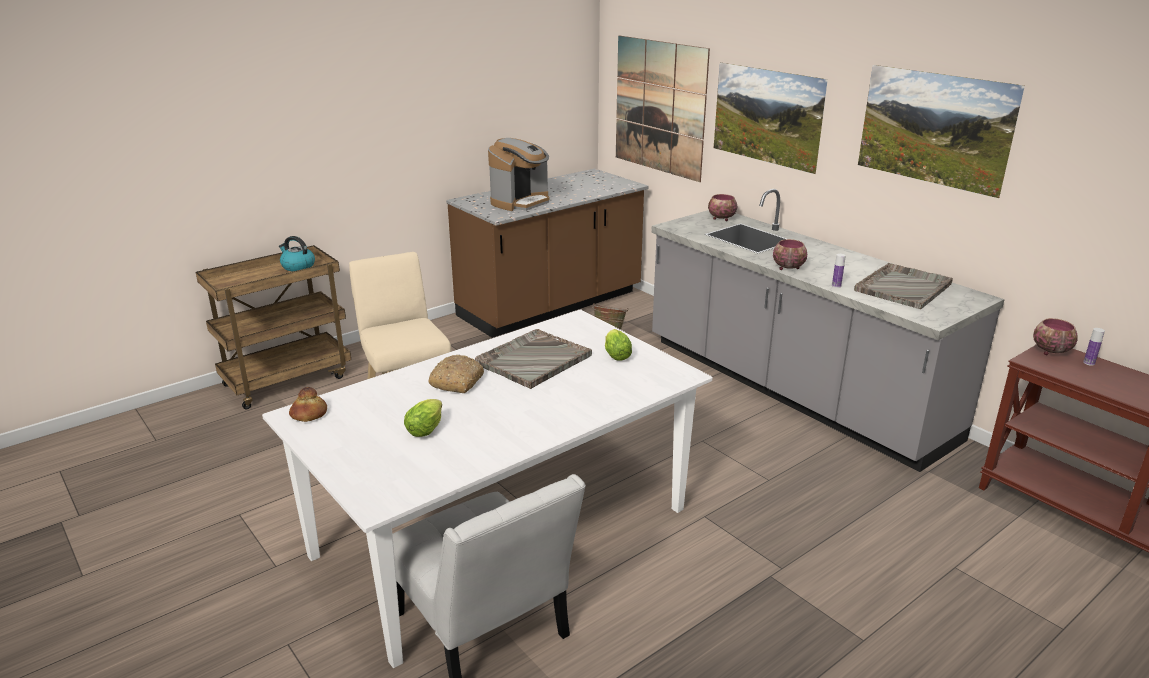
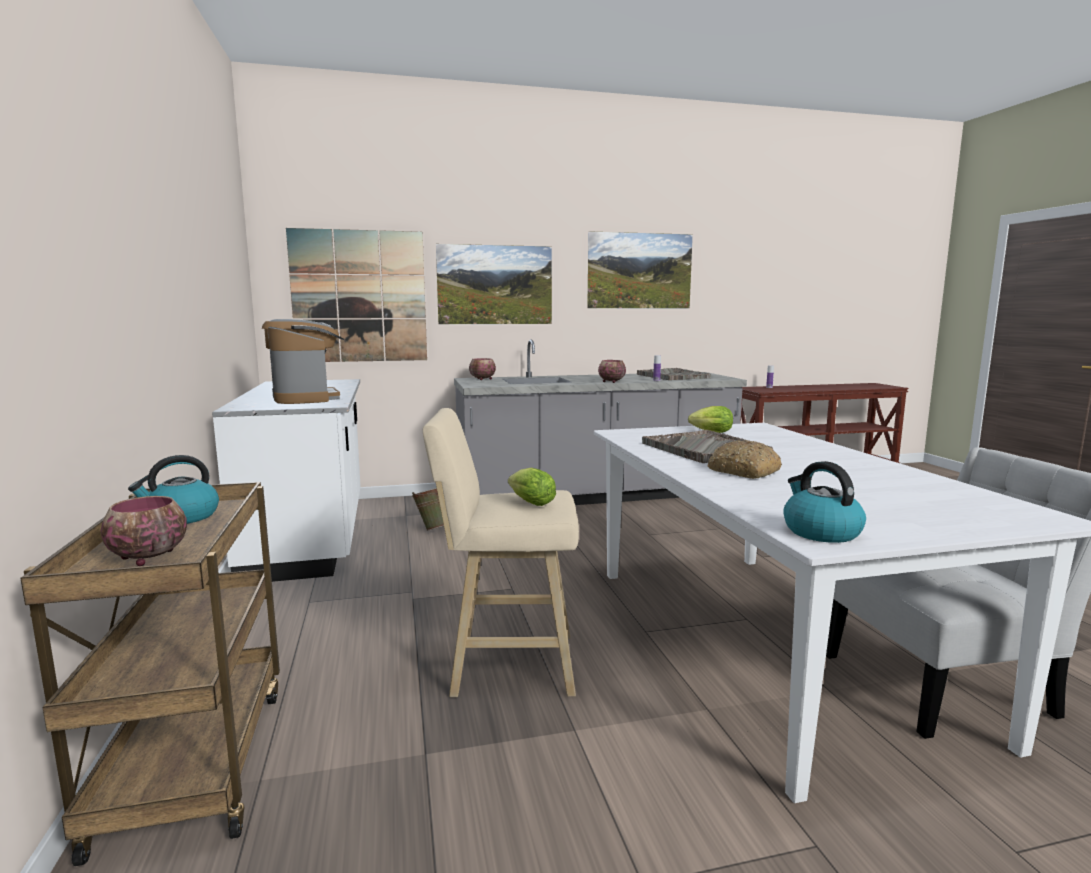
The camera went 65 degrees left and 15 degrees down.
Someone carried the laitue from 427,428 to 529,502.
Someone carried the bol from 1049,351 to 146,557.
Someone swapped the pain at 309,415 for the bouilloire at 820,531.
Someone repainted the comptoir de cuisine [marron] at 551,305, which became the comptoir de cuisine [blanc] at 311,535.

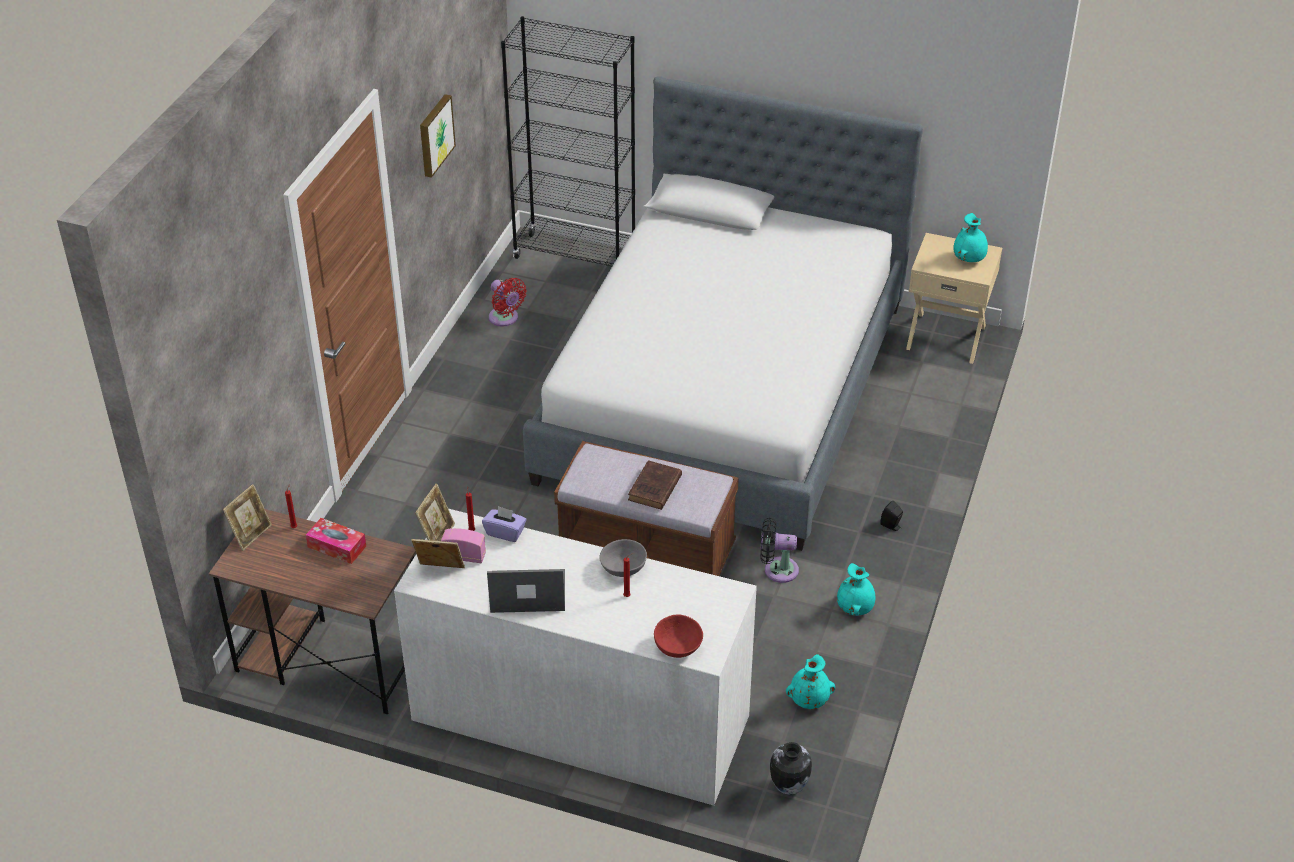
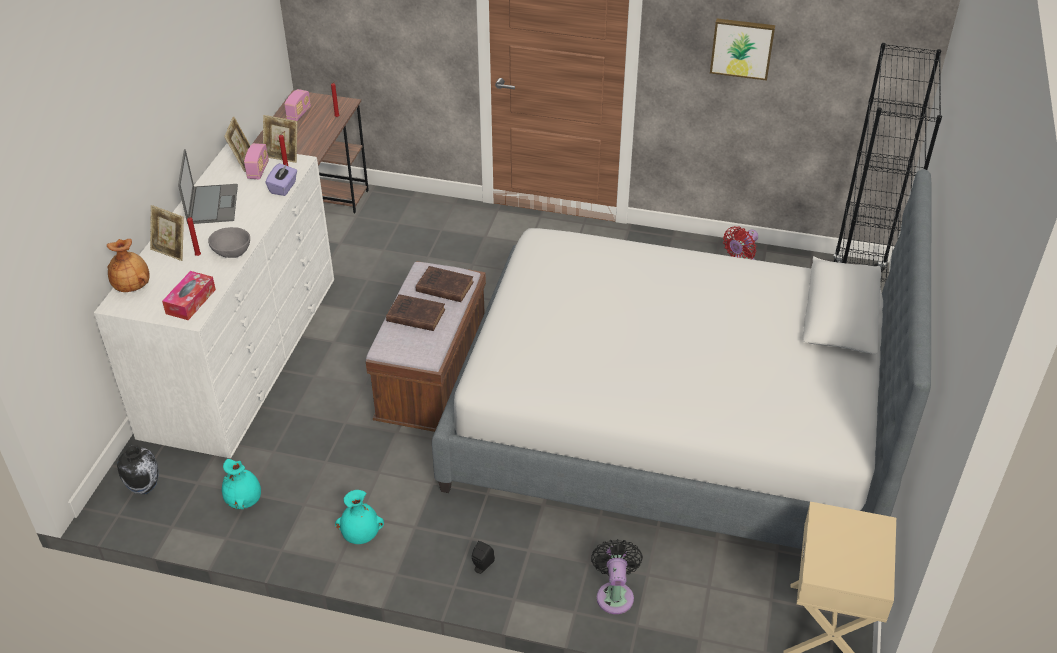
The camera went 85 degrees right and 0 degrees up.
Someone took away the vase [turquoise] at 969,259.
Someone put down the radio at 299,114.
Someone put down the livre [marron] at 443,287.
Someone carried the cadre photo from 251,534 to 171,251.
Someone carried the boîte à mouchoirs from 337,546 to 191,301.
Someone carried the ventilateur [noir] from 777,569 to 615,594.
Someone swapped the bol [rouge] at 677,646 for the vase [marron] at 133,286.

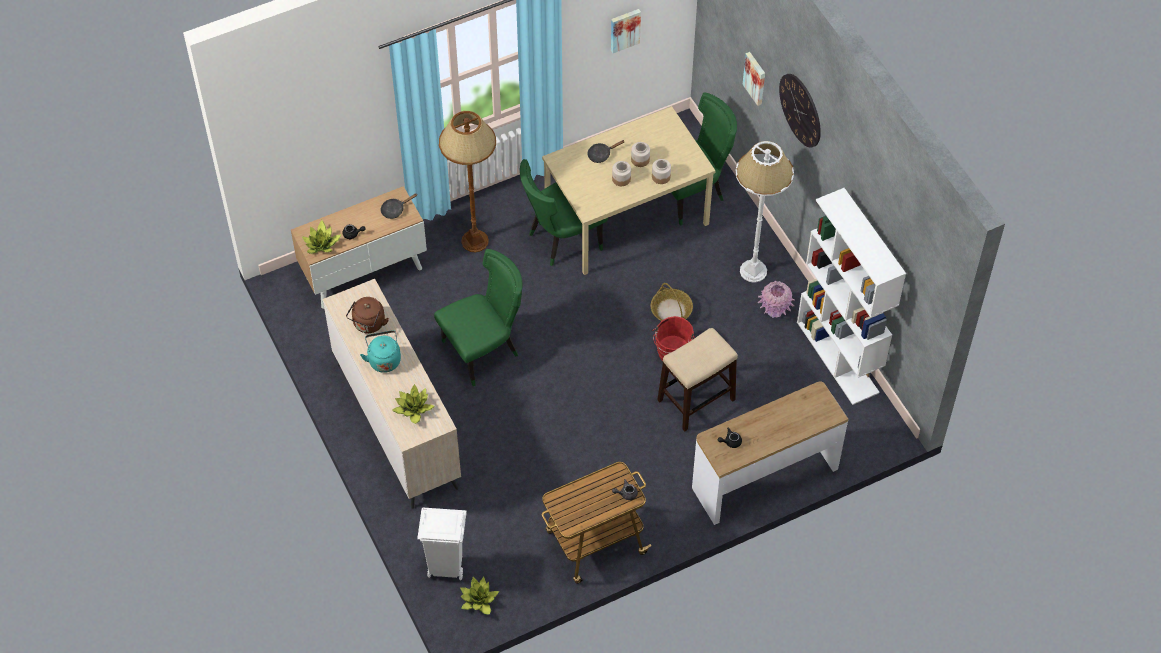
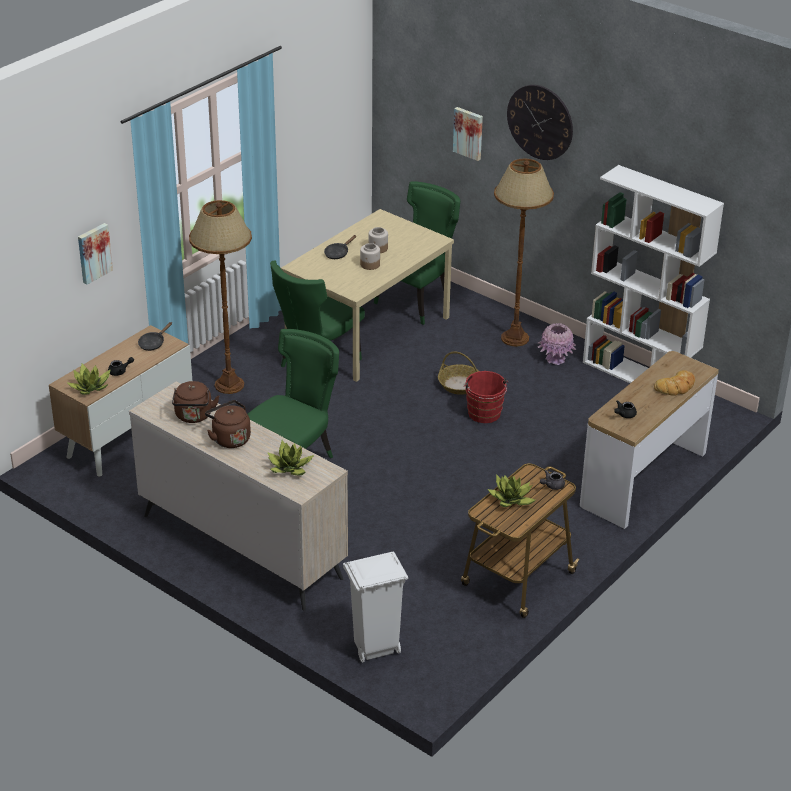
The camera went 25 degrees left and 20 degrees down.
Someone took away the bocal at 661,176.
Someone took away the tabouret at 695,400.
Someone put down the pain at 676,387.
Someone carried the plante en pot from 479,600 to 511,499.
Someone carried the tableau from 624,29 to 93,253.
Someone repainted the bouilloire [turquoise] at 384,359, which became the bouilloire [marron] at 229,438.
Someone repainted the lampadaire [blanc] at 753,271, which became the lampadaire [marron] at 514,338.

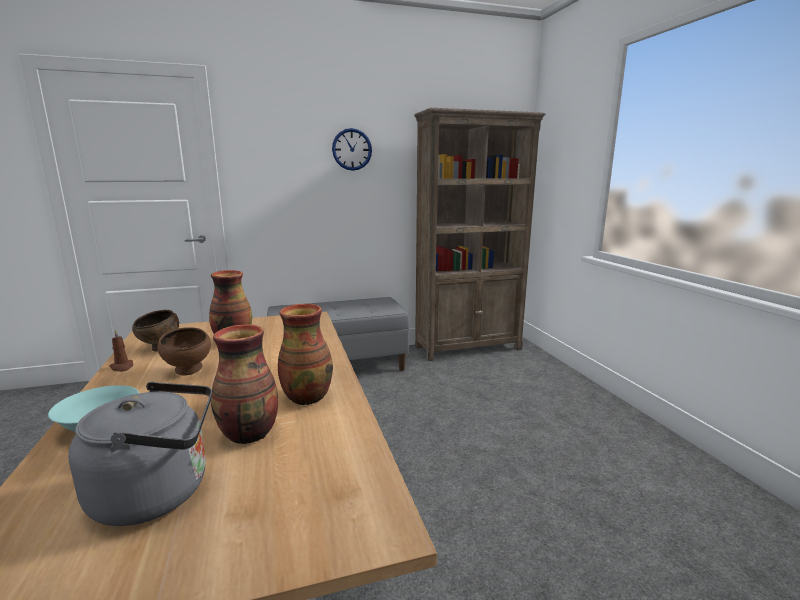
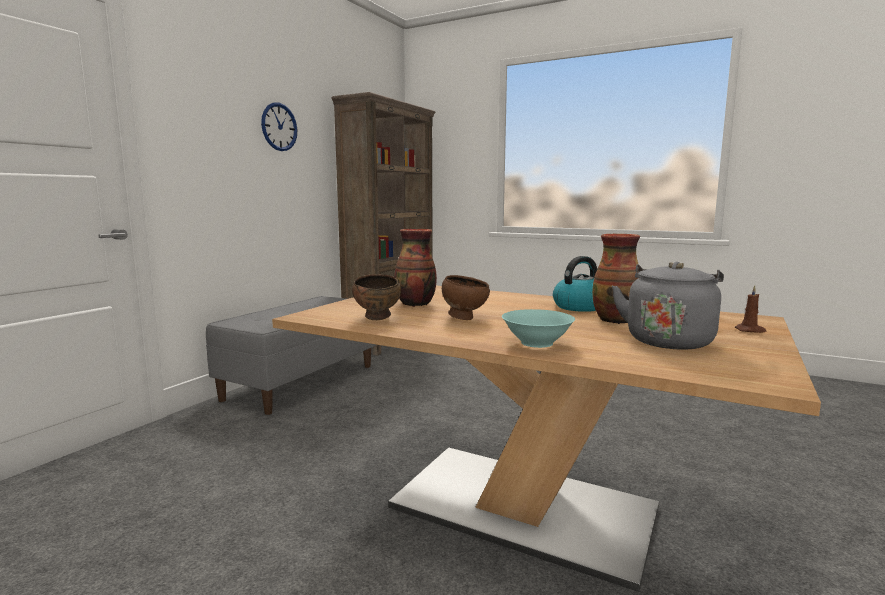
The camera went 45 degrees left and 5 degrees down.
Someone carried the bougie [marron] from 122,367 to 750,330.
Someone swapped the vase at 307,397 for the bouilloire at 580,307.

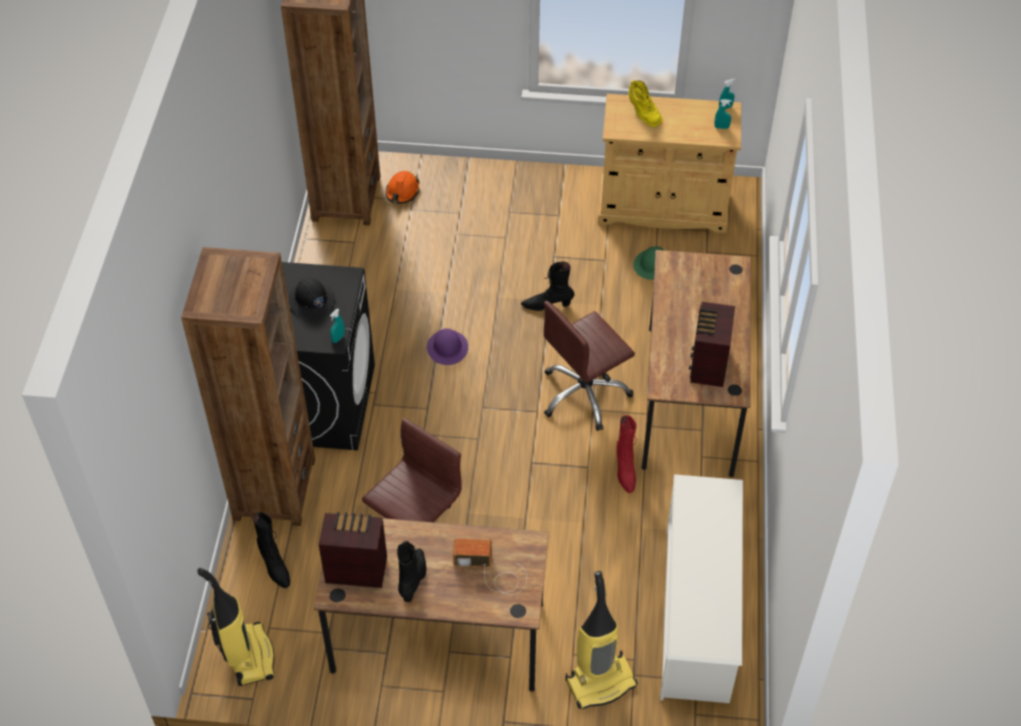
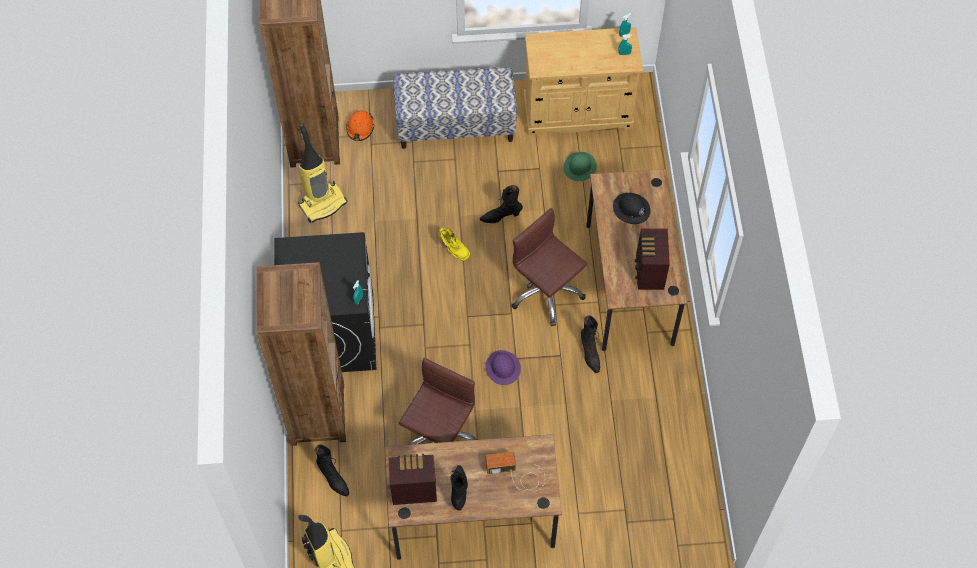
The camera went 10 degrees left and 10 degrees up.
Someone took away the étagère à chaussures [blanc] at 697,614.
Someone put down the banc at 456,125.
Someone carried the casque de chantier [noir] from 311,300 to 631,209.
Someone carried the casque de chantier [violet] from 447,348 to 503,368.
Someone carried the aspirateur from 600,681 to 322,203.
Someone carried the botte [jaune] from 642,115 to 453,249.
Someone repainted the botte [rouge] at 625,471, which became the botte [noir] at 590,354.
Someone rotated the chaise de bureau [marron] at 584,395 by 90 degrees clockwise.

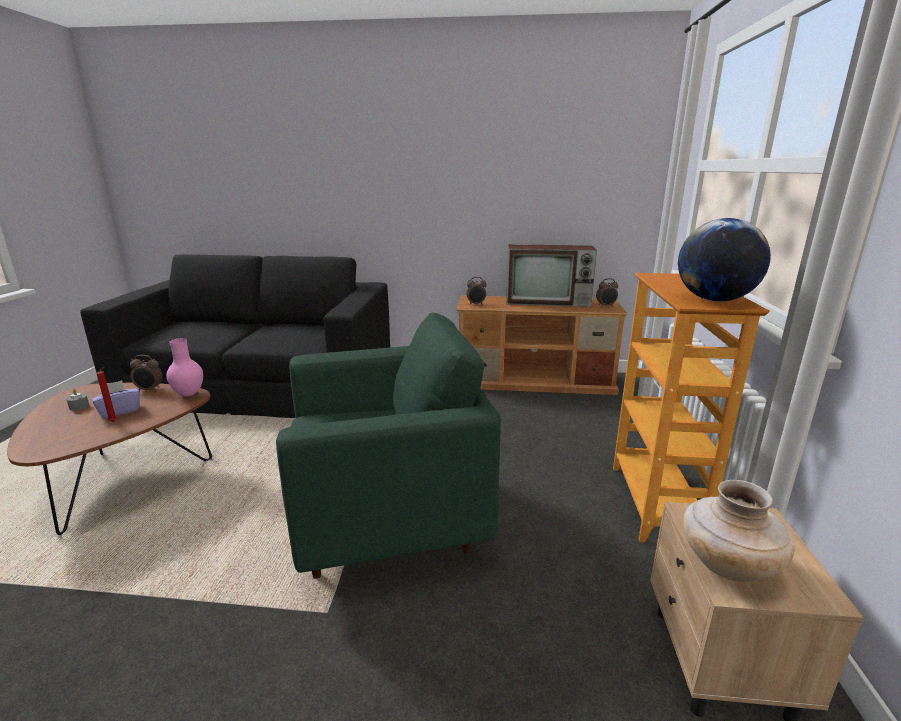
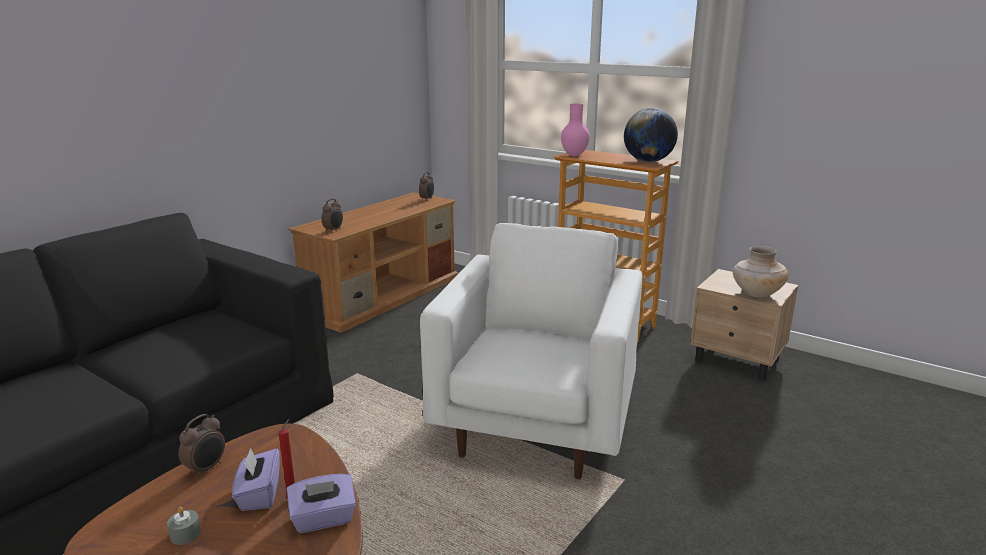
The camera went 60 degrees left and 0 degrees up.
Someone took away the téléviseur at 549,301.
Someone put down the boîte à mouchoirs [violet] at 323,519.
Someone carried the vase [rose] from 189,394 to 575,155.
Someone repainted the fauteuil [vert] at 389,523, which became the fauteuil [blanc] at 536,427.

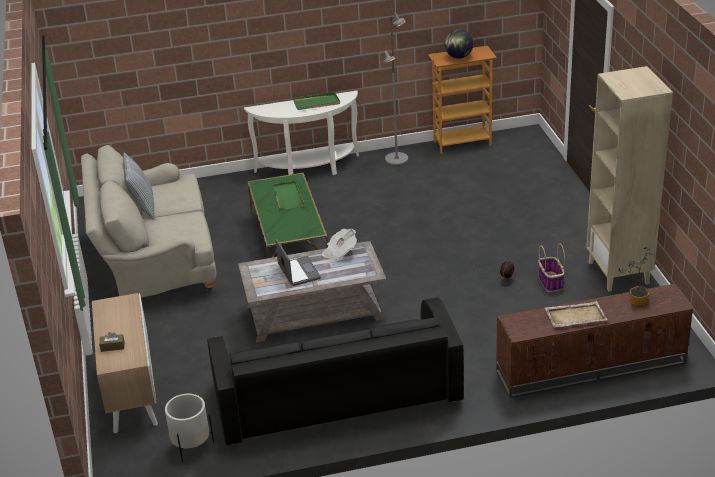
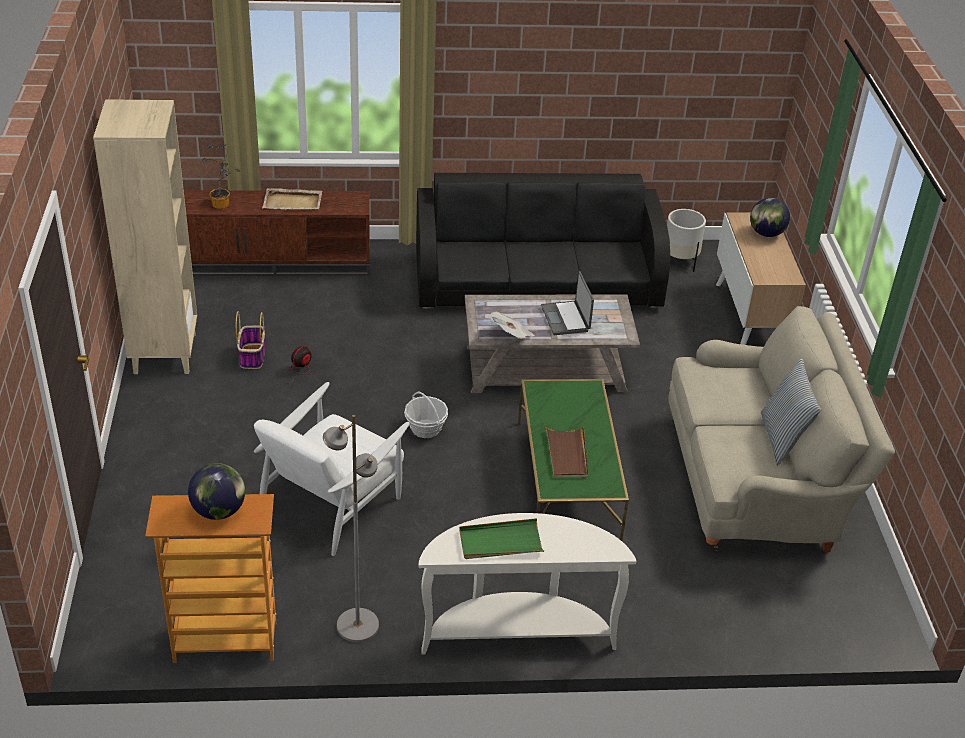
The camera went 175 degrees left and 5 degrees up.
Someone put down the fauteuil [blanc] at 332,502.
Someone put down the panier at 425,429.
Someone swapped the boîte à mouchoirs [marron] at 112,346 for the globe at 766,233.
Someone repainted the plateau [vert] at 287,197, which became the plateau [marron] at 567,454.

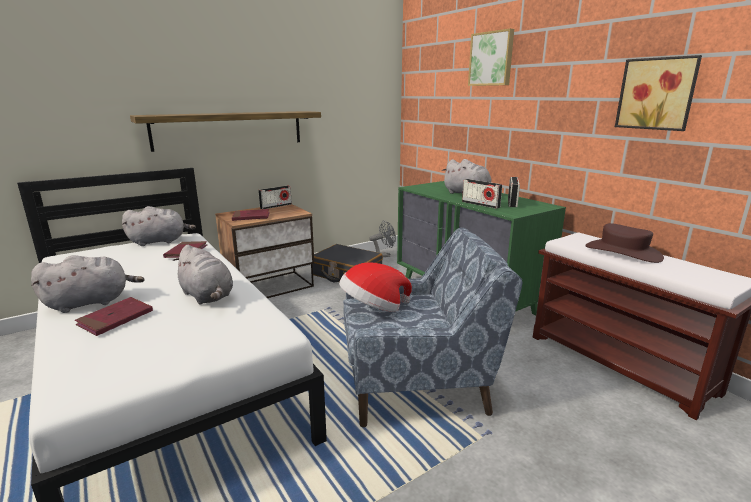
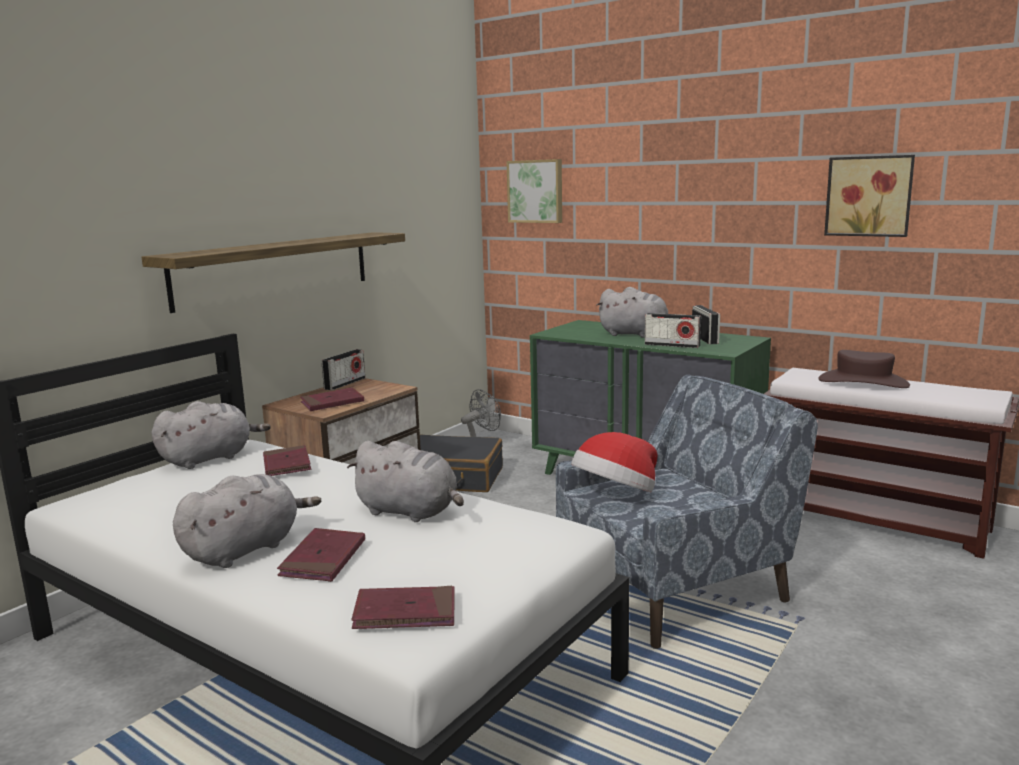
The camera went 20 degrees left and 5 degrees down.
Someone put down the livre [rouge] at 405,613.
Someone carried the tableau from 491,59 to 536,191.

